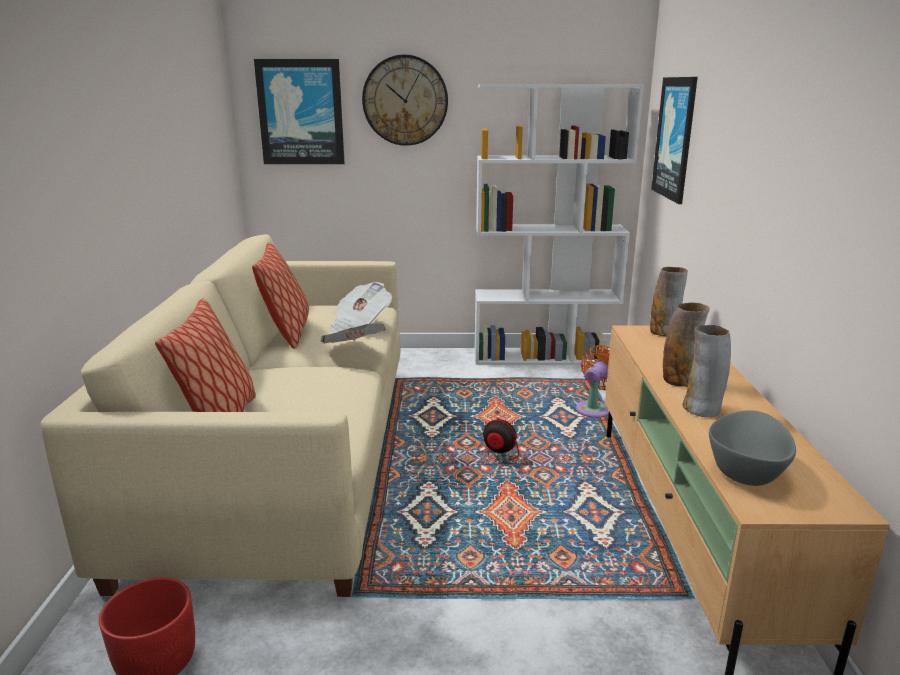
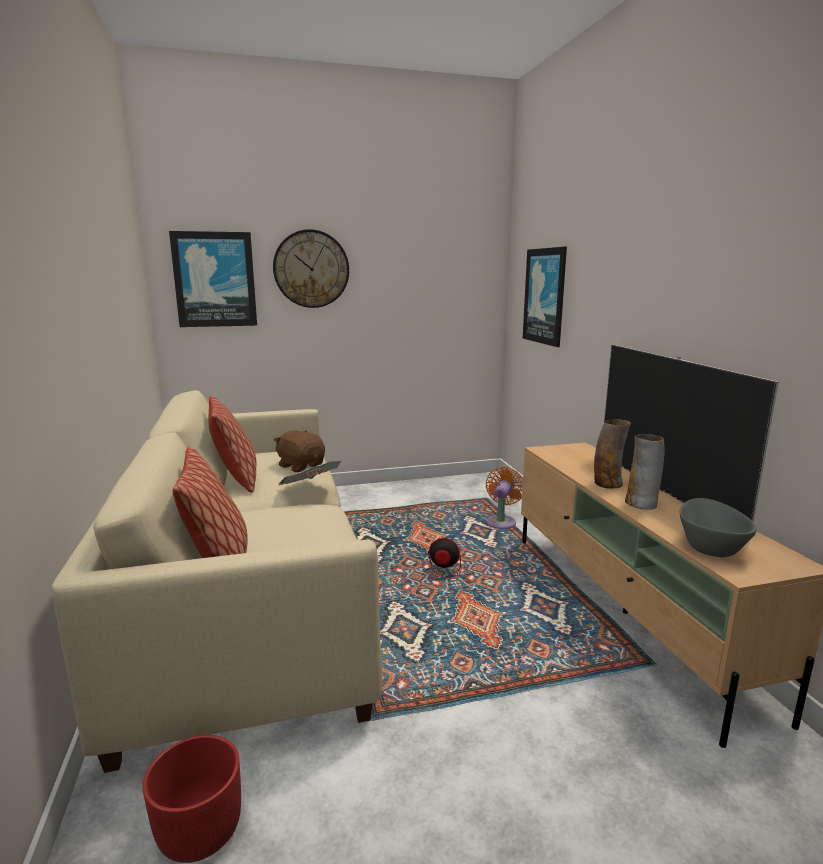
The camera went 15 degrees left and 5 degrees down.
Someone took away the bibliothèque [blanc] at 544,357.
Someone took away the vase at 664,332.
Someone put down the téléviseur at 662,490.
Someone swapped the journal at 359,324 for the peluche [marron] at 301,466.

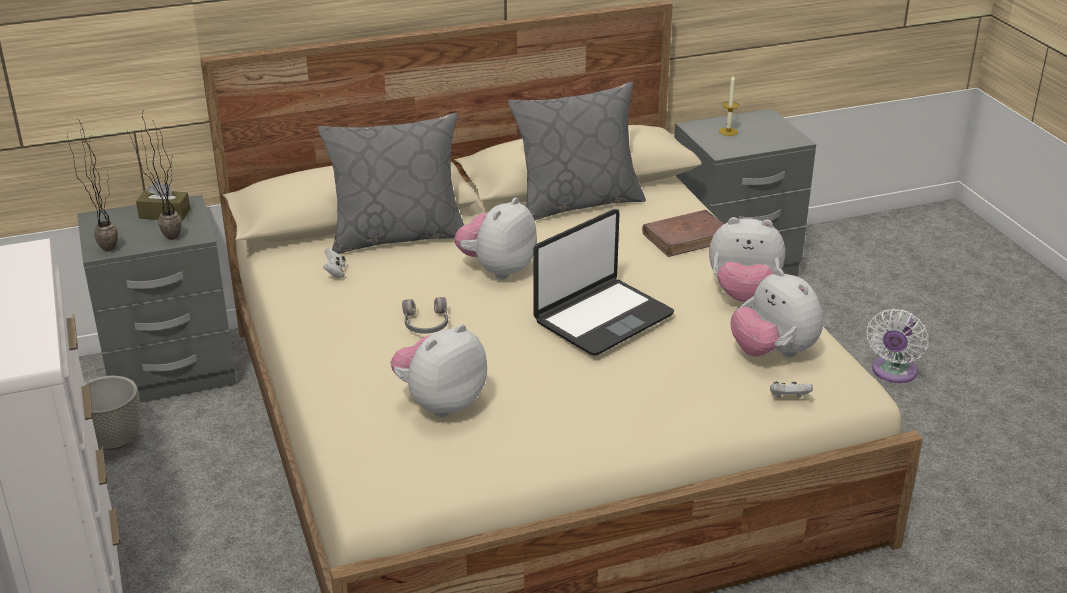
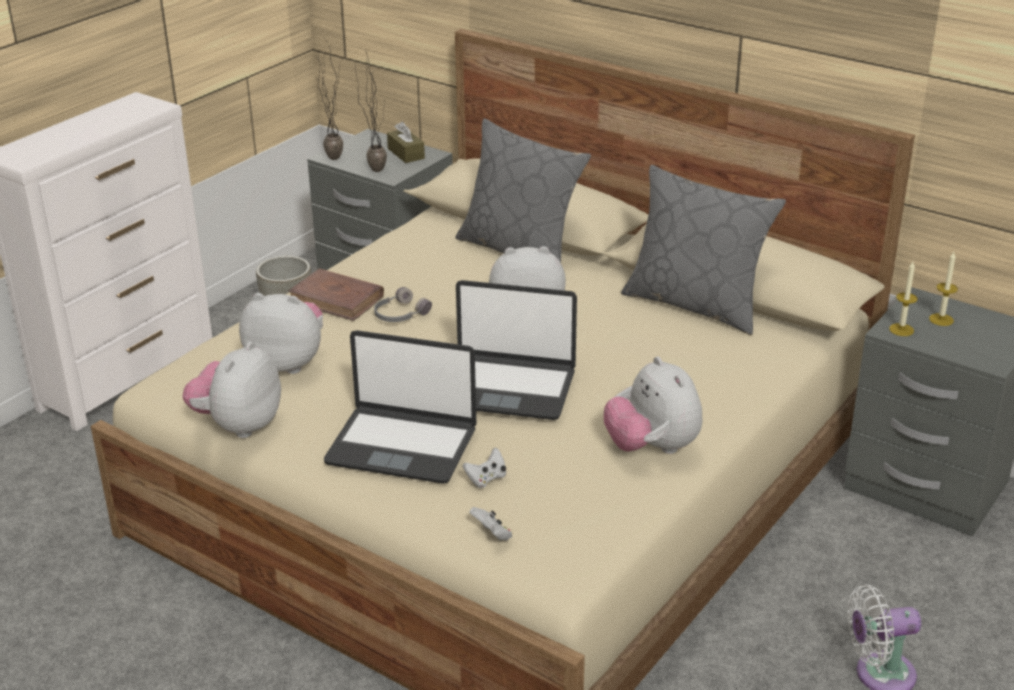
The camera went 55 degrees right and 0 degrees up.
Someone put down the ordinateur portable at 402,445.
Someone put down the bougie at 901,330.
Someone carried the manette [blanc] from 335,273 to 486,479.
Someone carried the livre [marron] from 687,237 to 337,299.
Someone carried the peluche from 773,353 to 238,425.

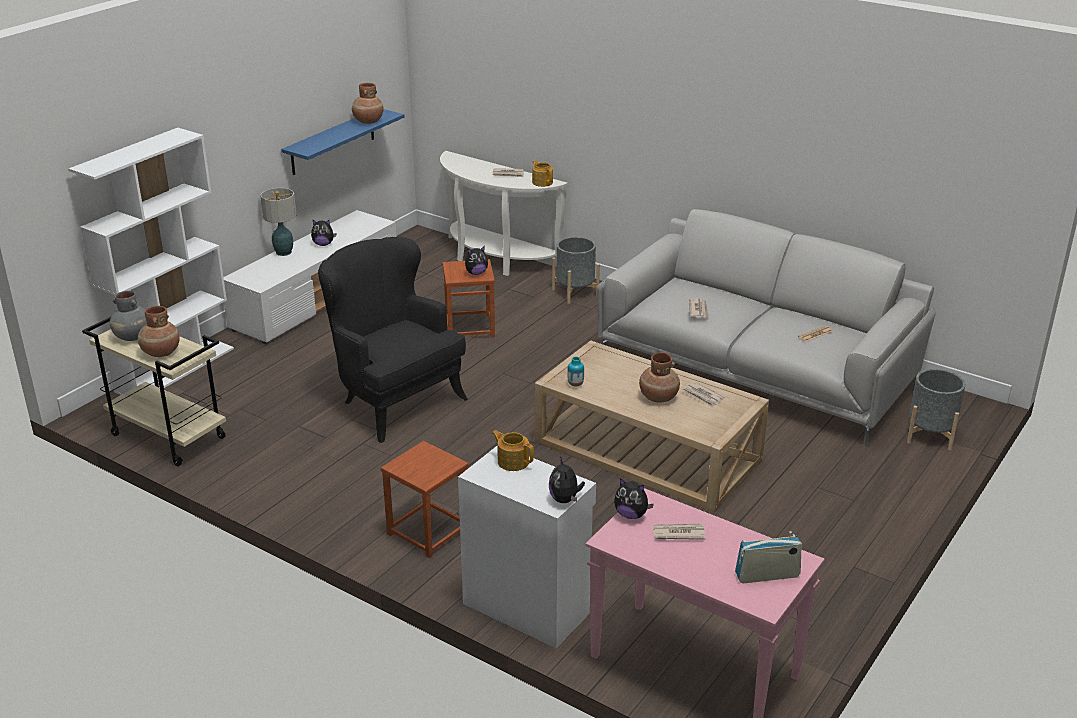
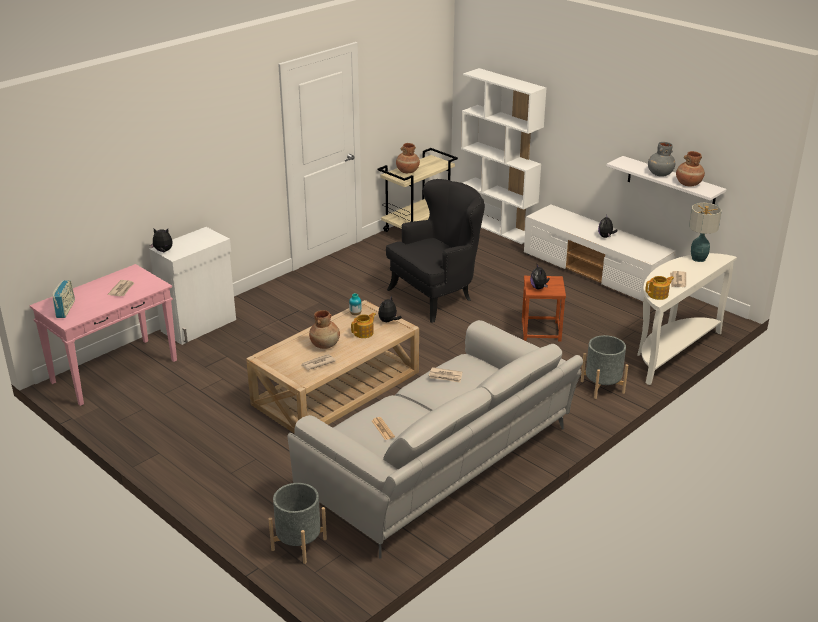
The camera went 100 degrees right and 0 degrees up.
Someone took away the tabouret [marron] at 427,532.
Someone carried the vase [gris] from 133,337 to 659,174.
Someone carried the lampe de table from 284,252 to 698,259.
Someone carried the théière from 513,461 to 364,333.
Someone carried the peluche from 631,515 to 388,321.
Someone repainted the étagère [bleu] at 333,142, which became the étagère [blanc] at 671,183.

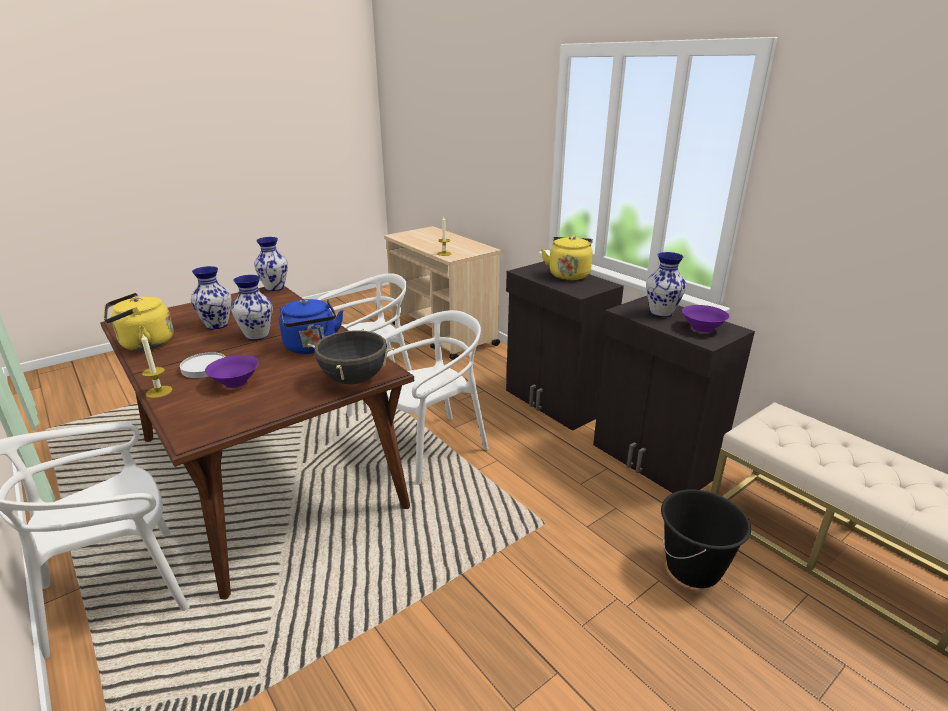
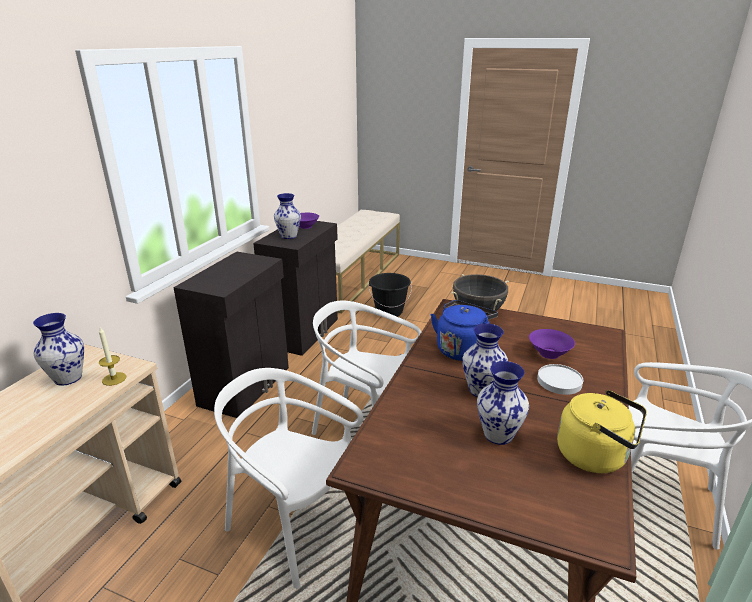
The camera went 120 degrees left and 0 degrees up.
Someone took away the bougie at 159,392.
Someone took away the bouilloire [jaune] at 568,274.
Someone carried the vase from 275,287 to 67,378.

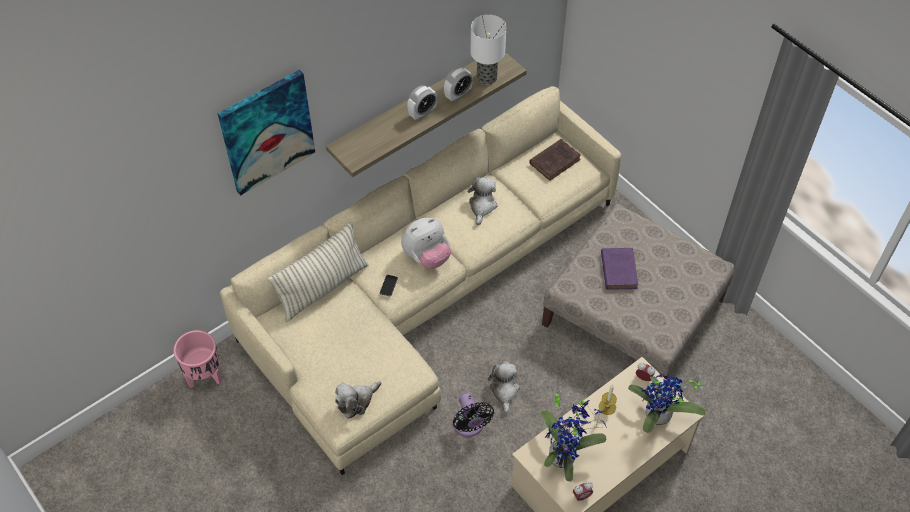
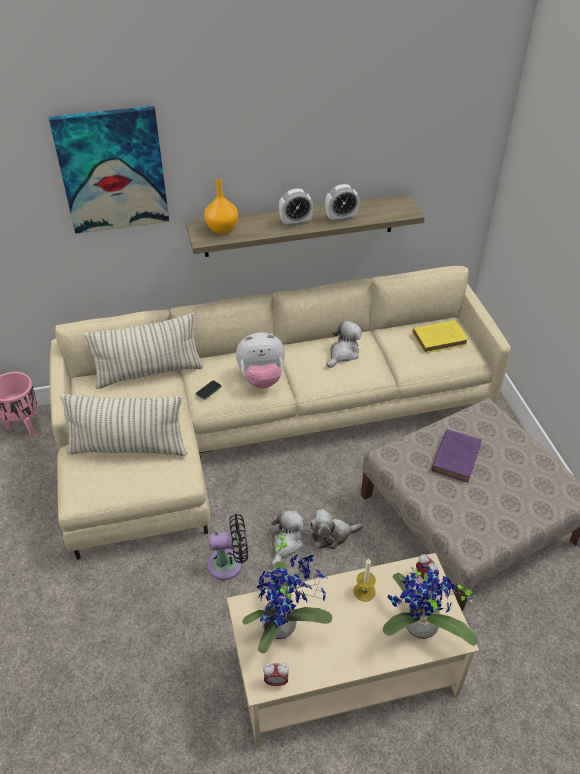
The camera went 25 degrees right and 10 degrees down.
Someone took away the lampe de table at 487,77.
Someone put down the coussin at 128,447.
Someone put down the vase [orange] at 221,229.
Someone carried the peluche from 356,401 to 332,535.
Someone repainted the livre [marron] at 556,161, which became the livre [jaune] at 440,339.
Someone rotated the ventilateur [noir] at 469,426 by 105 degrees counterclockwise.

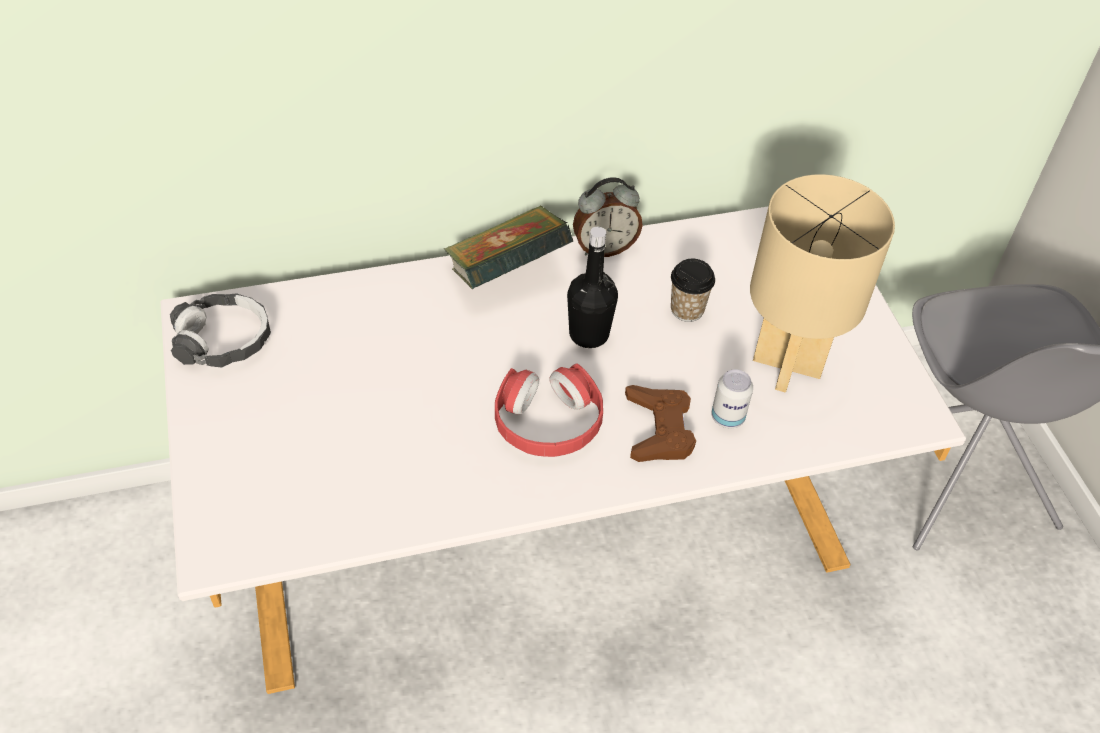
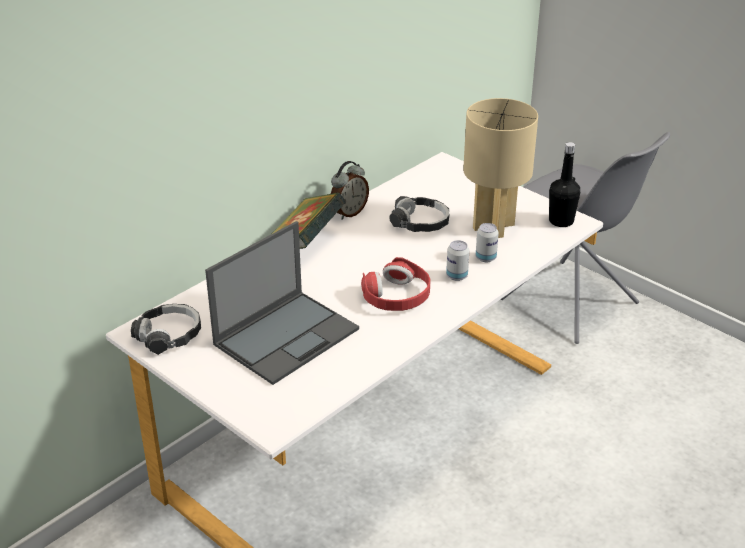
The camera went 30 degrees left and 15 degrees down.
Someone put down the ordinateur portable at 287,336.
Someone carried the bouteille [noir] from 589,334 to 561,221.
Someone swapped the manette [marron] at 659,429 for the boîte métallique at 456,276.
Someone swapped the tasse at 687,310 for the casque audio at 420,222.

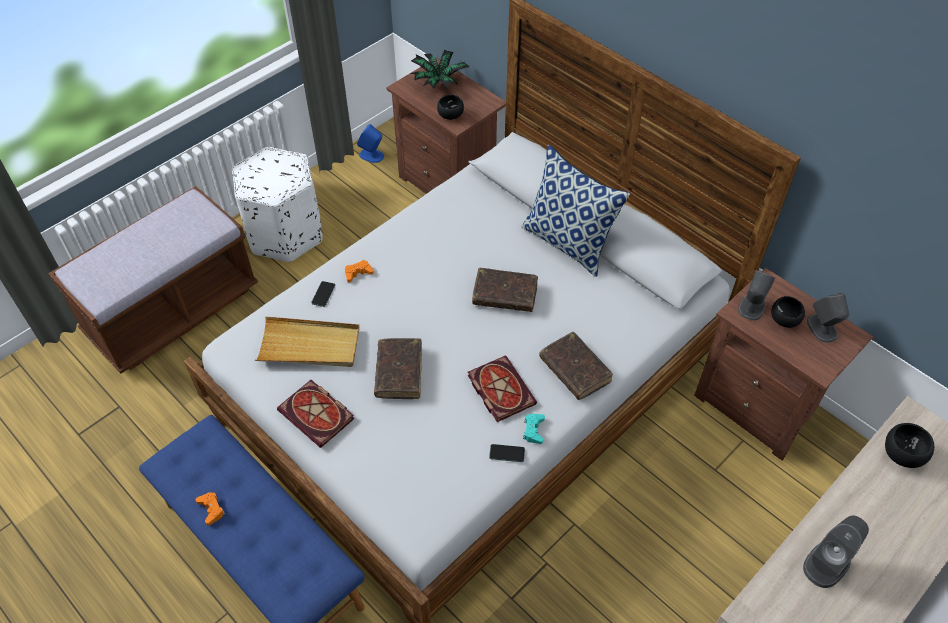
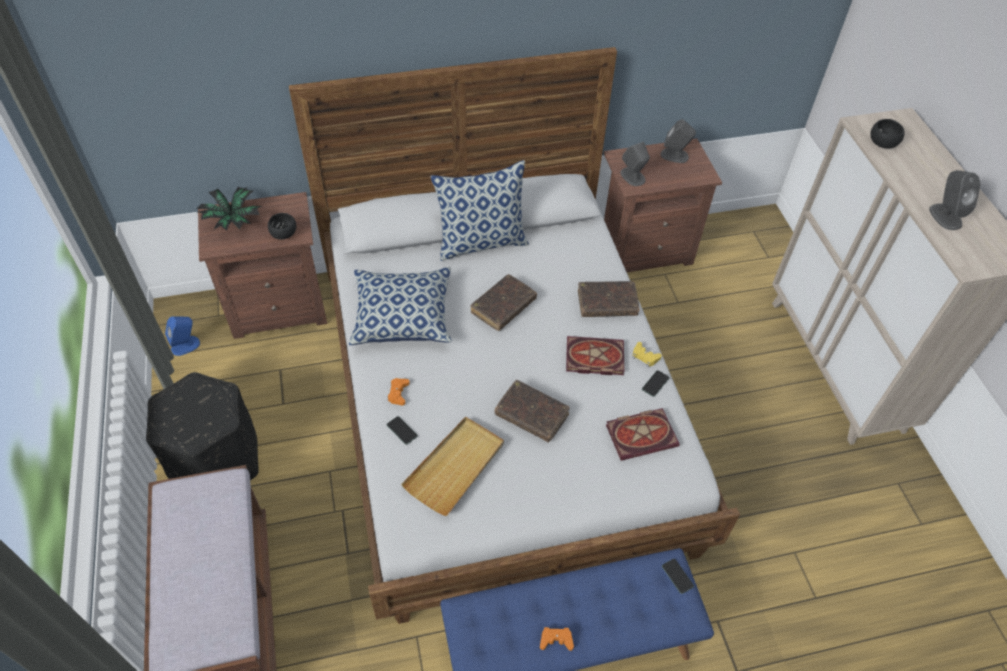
The camera went 60 degrees left and 0 degrees up.
Someone took away the bol [noir] at 783,320.
Someone put down the coussin at 403,316.
Someone put down the téléphone at 677,576.
Someone carried the livre from 318,415 to 642,434.
Someone repainted the pouf [blanc] at 285,234, which became the pouf [noir] at 217,462.
Someone repainted the manette [turquoise] at 533,430, which became the manette [jaune] at 645,357.

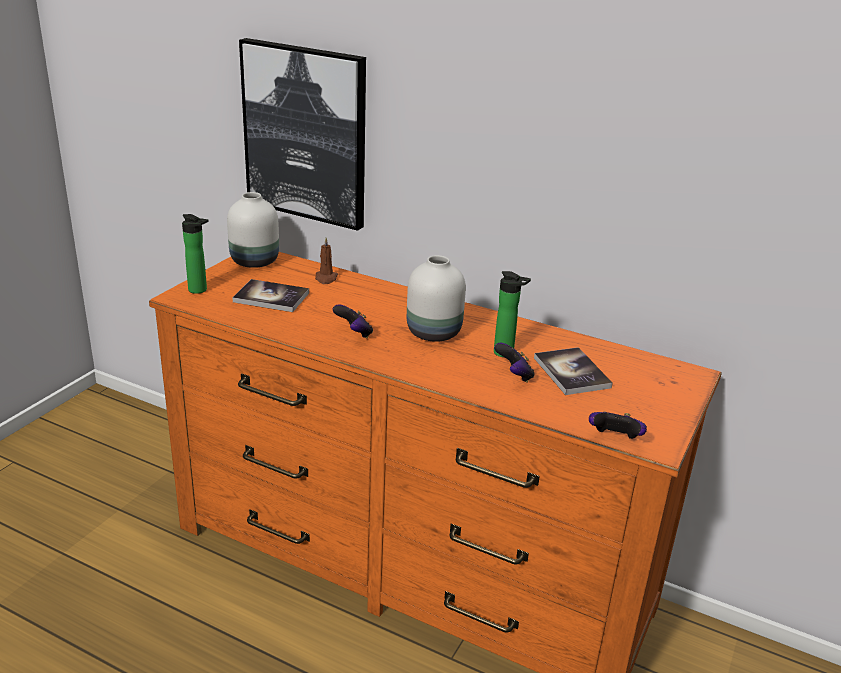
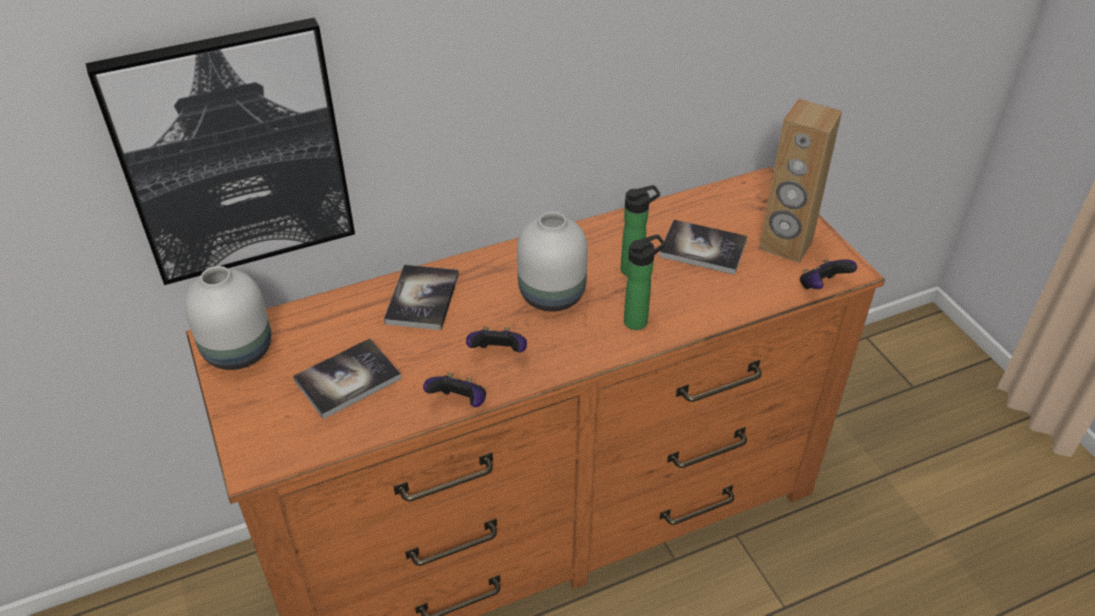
The camera went 50 degrees left and 15 degrees up.
Someone took away the bougie [marron] at 326,278.
Someone put down the livre at 422,299.
Someone put down the enceinte [marron] at 785,245.
Someone carried the bouteille from 200,290 to 639,320.
Someone carried the manette from 514,376 to 459,403.

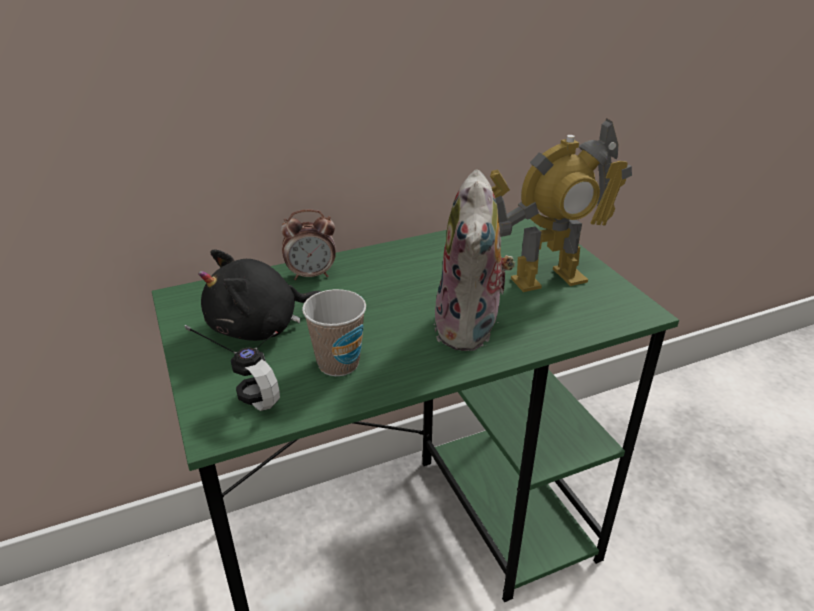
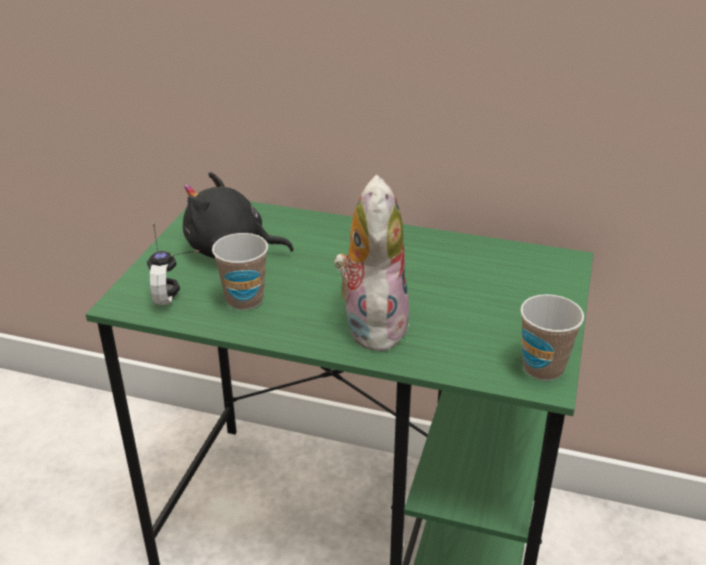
The camera went 40 degrees right and 0 degrees up.
Someone took away the réveil at 311,275.
Someone took away the robot jouet at 548,279.
Someone put down the tasse at 543,368.
Someone rotated the peluche at 471,330 by 135 degrees clockwise.

